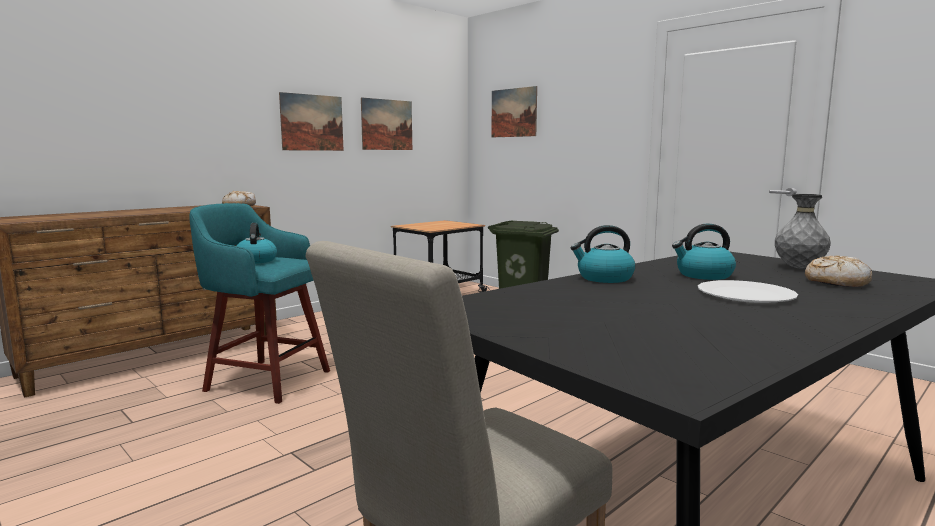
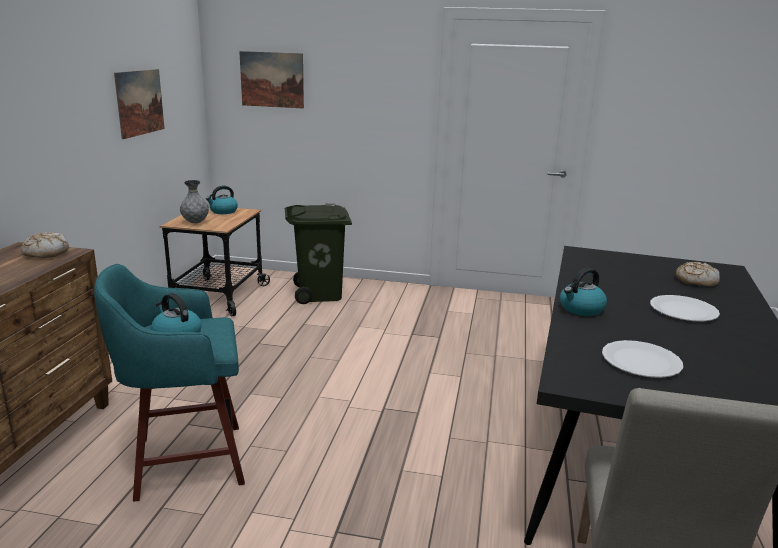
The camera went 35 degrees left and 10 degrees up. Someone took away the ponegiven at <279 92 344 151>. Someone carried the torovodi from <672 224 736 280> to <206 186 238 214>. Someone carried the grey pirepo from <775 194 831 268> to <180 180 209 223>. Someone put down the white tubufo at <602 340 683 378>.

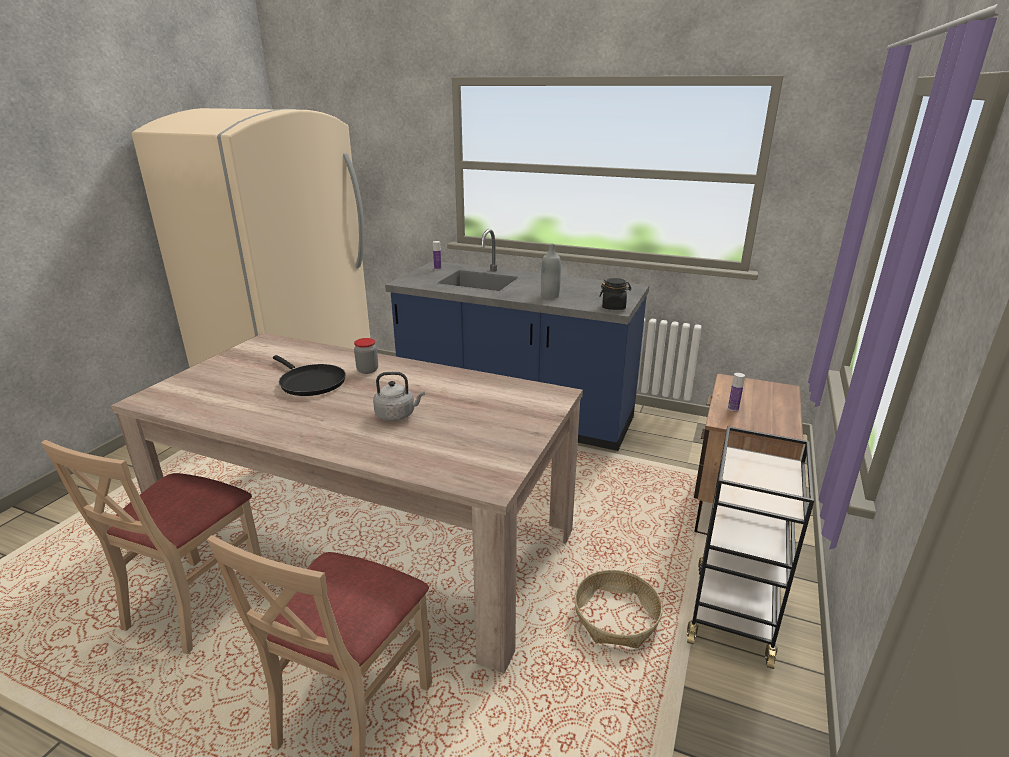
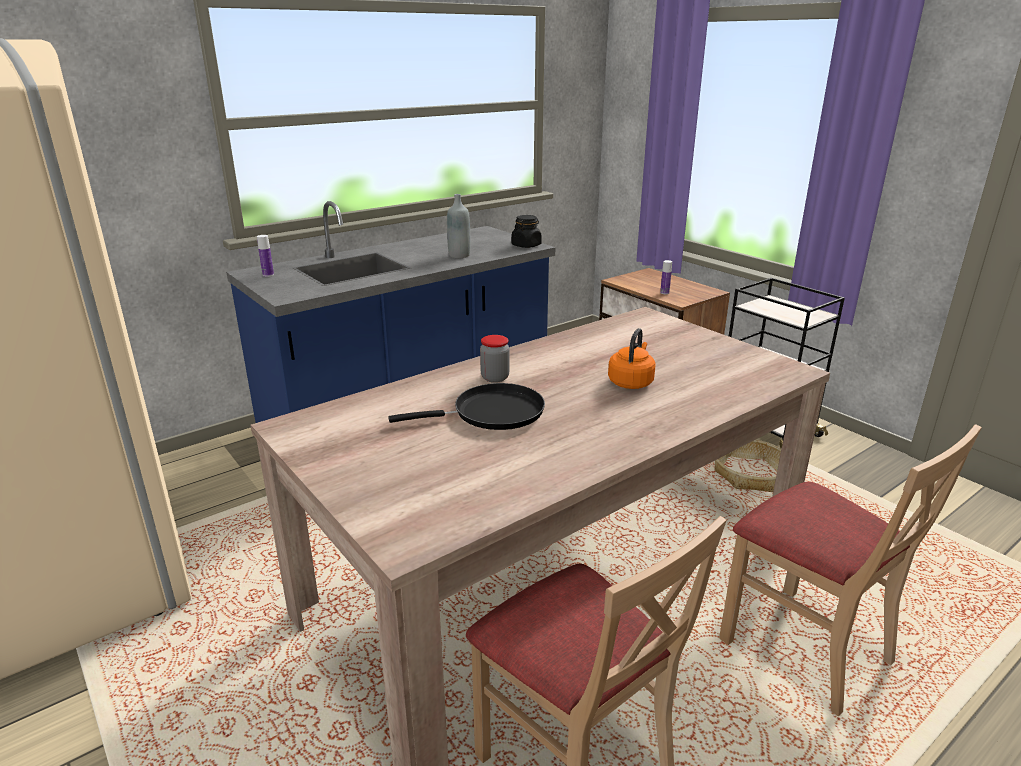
The camera went 60 degrees left and 0 degrees up. Someone repainted the grey torovodi at <373 372 425 421>, which became the orange torovodi at <608 328 656 389>.

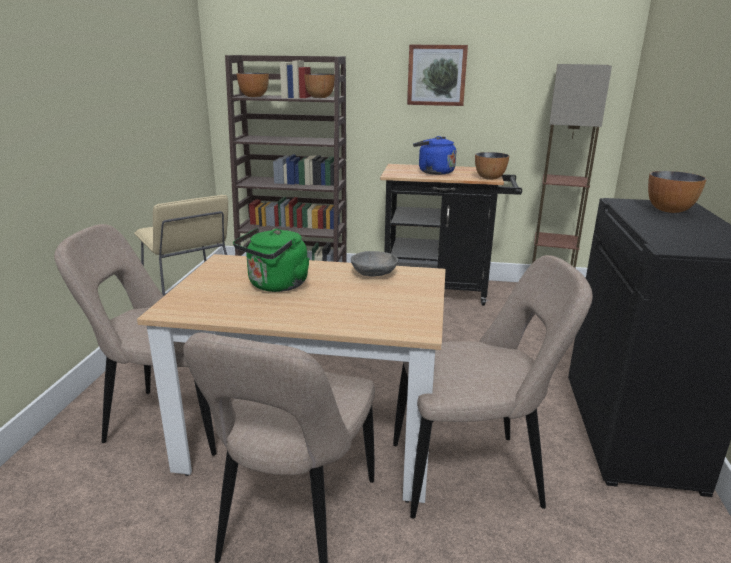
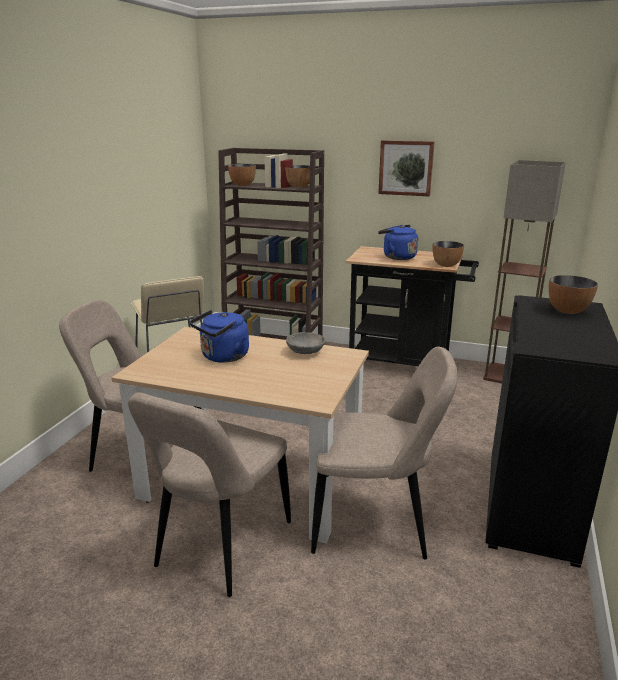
The camera went 10 degrees right and 0 degrees up. Someone repainted the green torovodi at <233 228 310 292>, which became the blue torovodi at <190 310 249 363>.

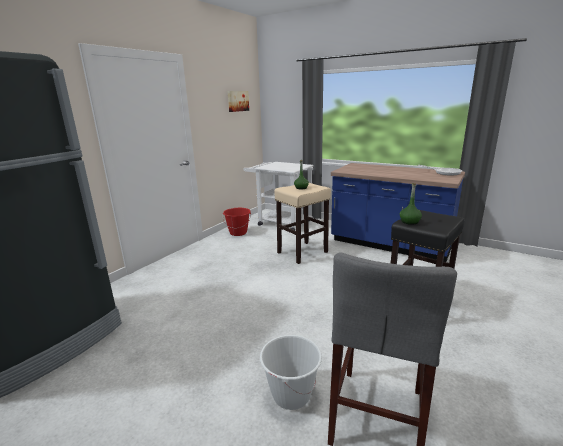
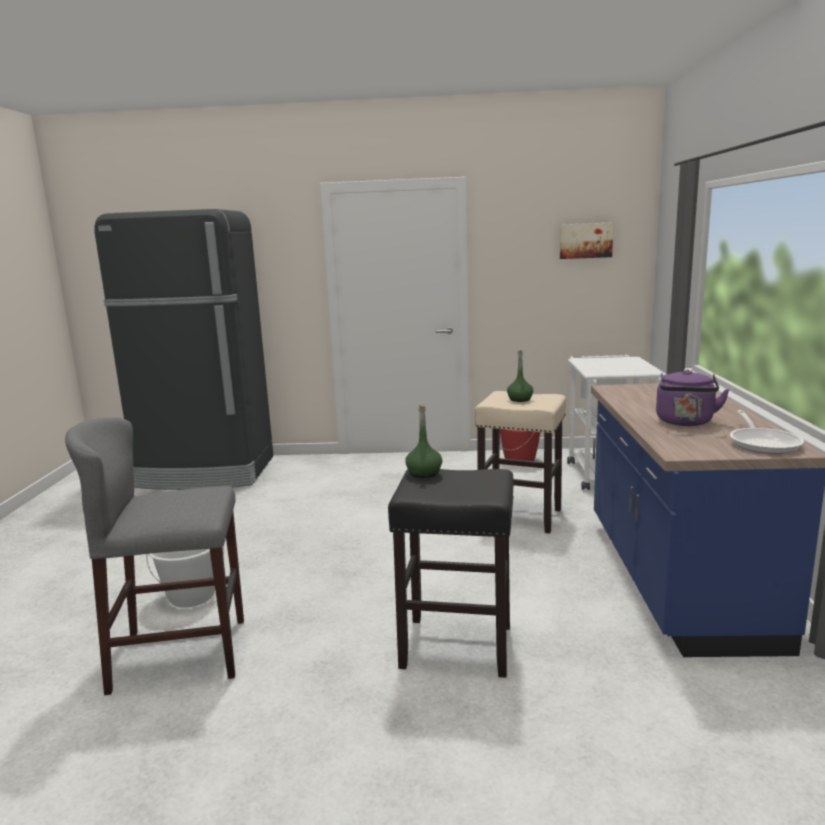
The camera went 60 degrees right and 5 degrees down. Someone put down the purple torovodi at <656 369 730 426>.

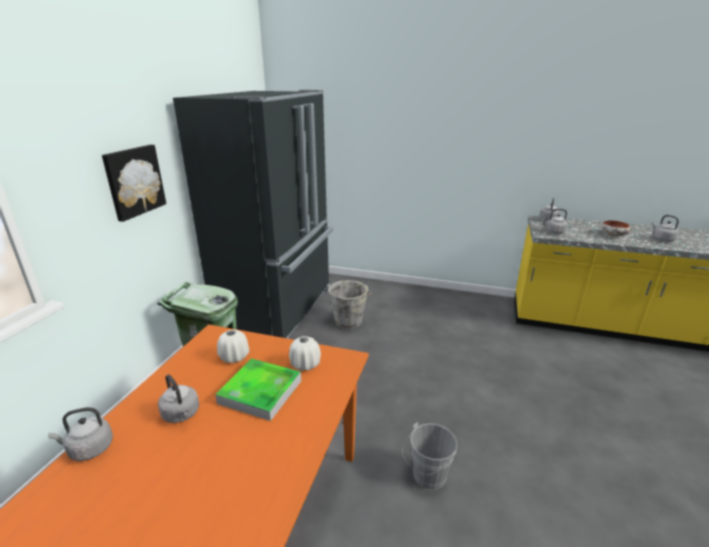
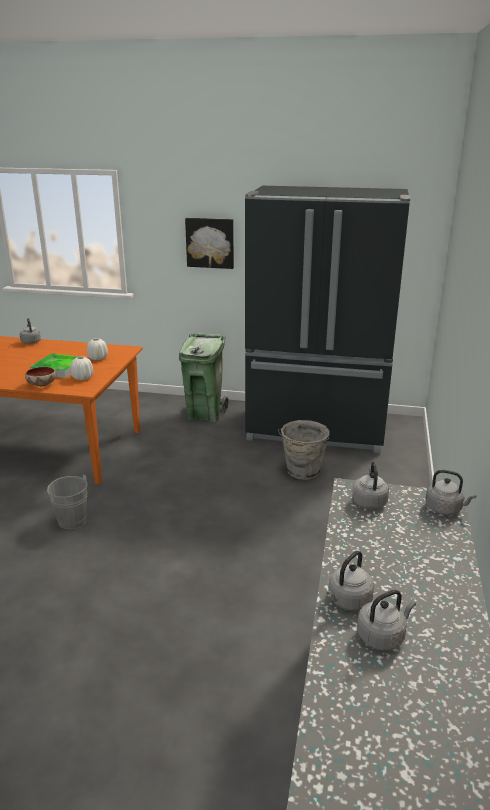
The camera went 85 degrees right and 0 degrees up. Someone carried the grey torovodi from <158 374 199 423> to <326 551 374 610>. Someone carried the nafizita from <602 220 631 237> to <25 367 56 386>.

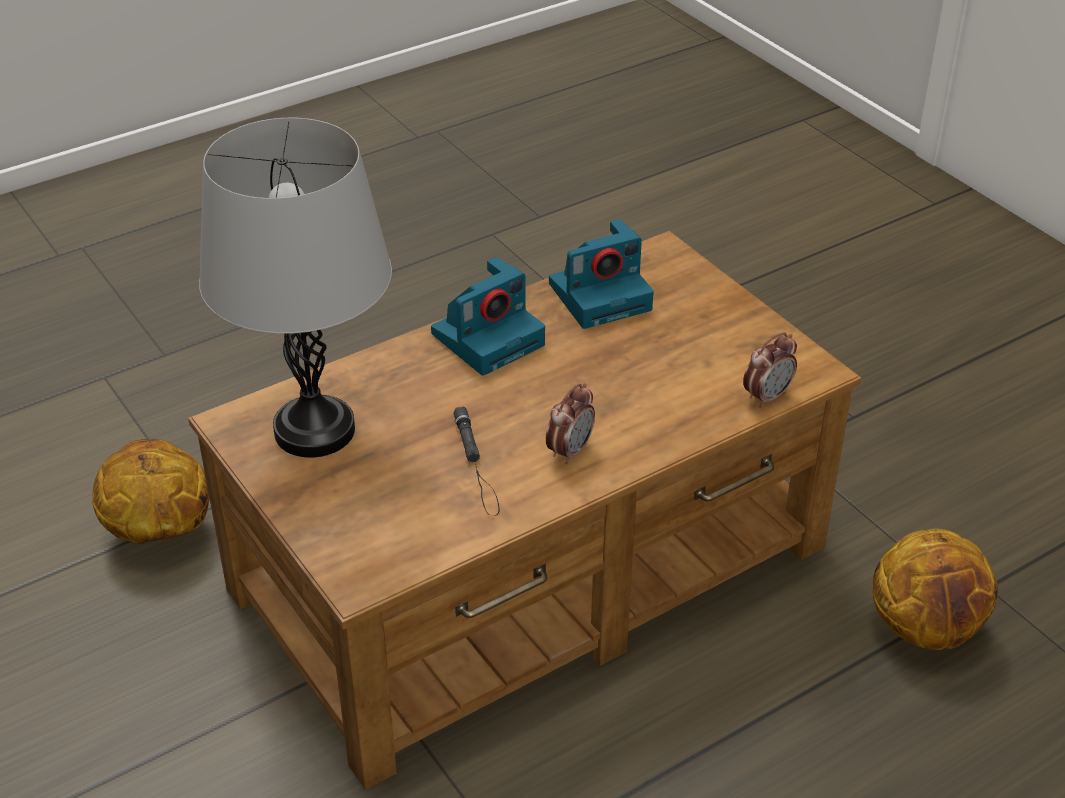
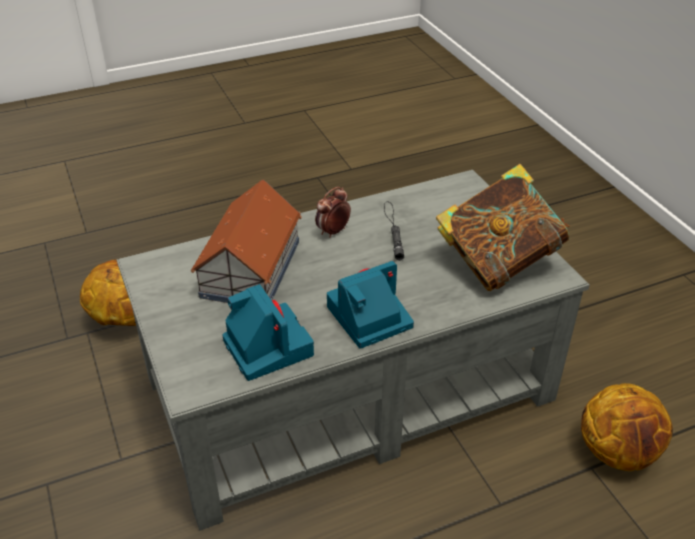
The camera went 170 degrees left and 0 degrees up. Someone repainted the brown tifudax at <188 231 861 790>, which became the grey tifudax at <117 170 590 531>. Someone swapped the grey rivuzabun at <199 118 392 458> for the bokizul at <436 164 570 291>. Someone rotated the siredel at <549 219 654 329> by 75 degrees clockwise. Someone took away the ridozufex at <743 332 797 408>. Someone put down the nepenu at <191 179 302 303>.

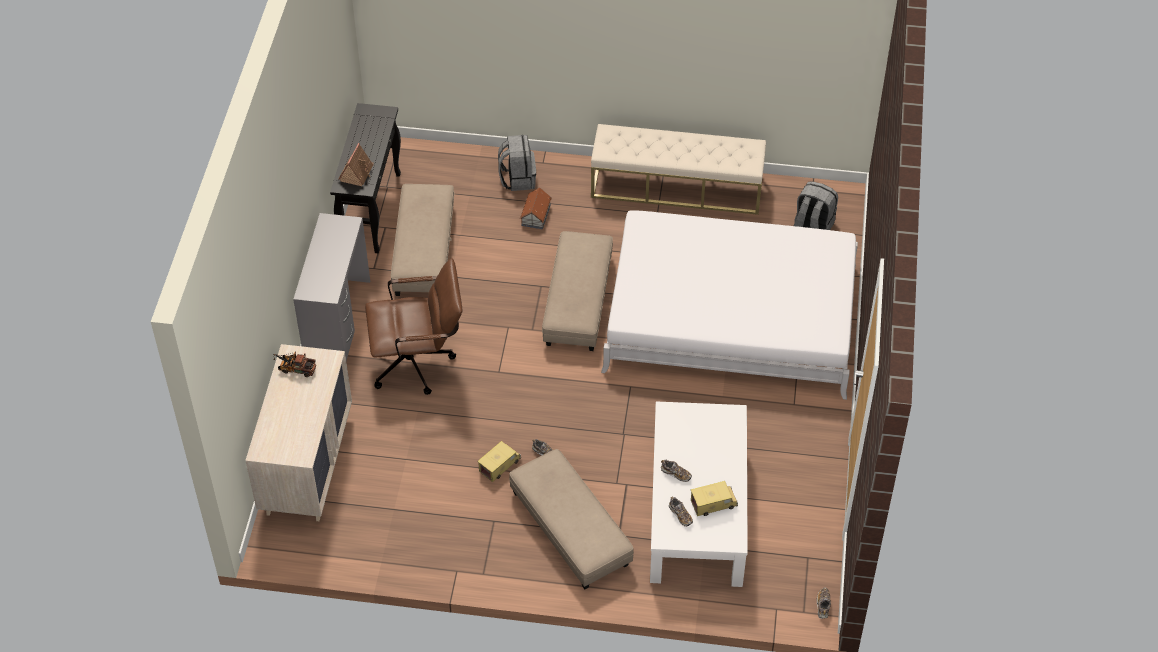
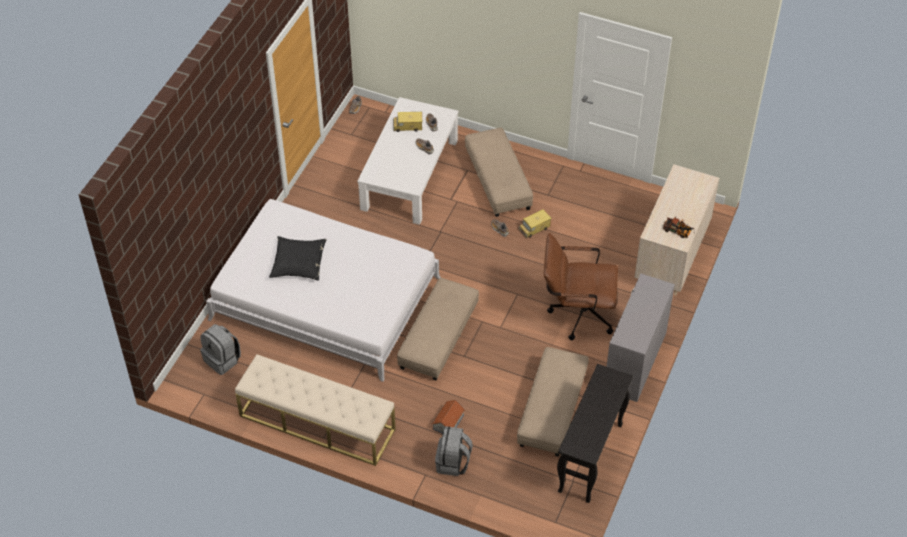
The camera went 165 degrees left and 0 degrees up. Someone took away the nepenu at <339 143 374 186>. Someone put down the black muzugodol at <269 236 326 281>.

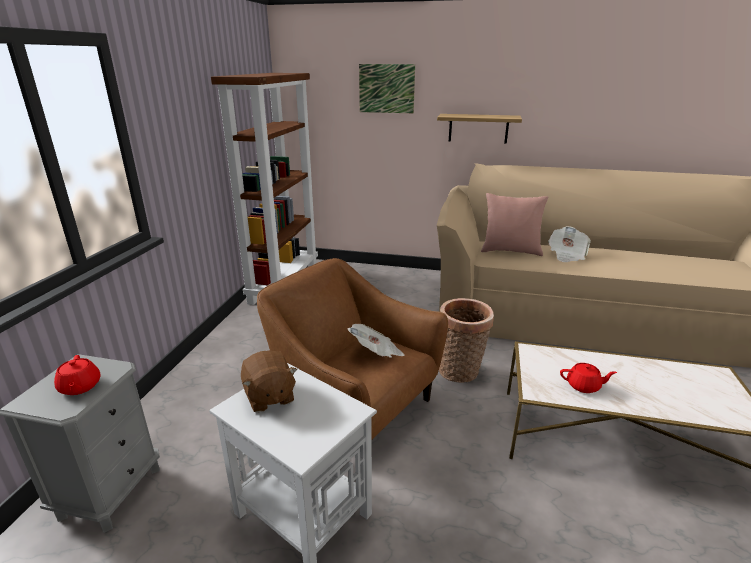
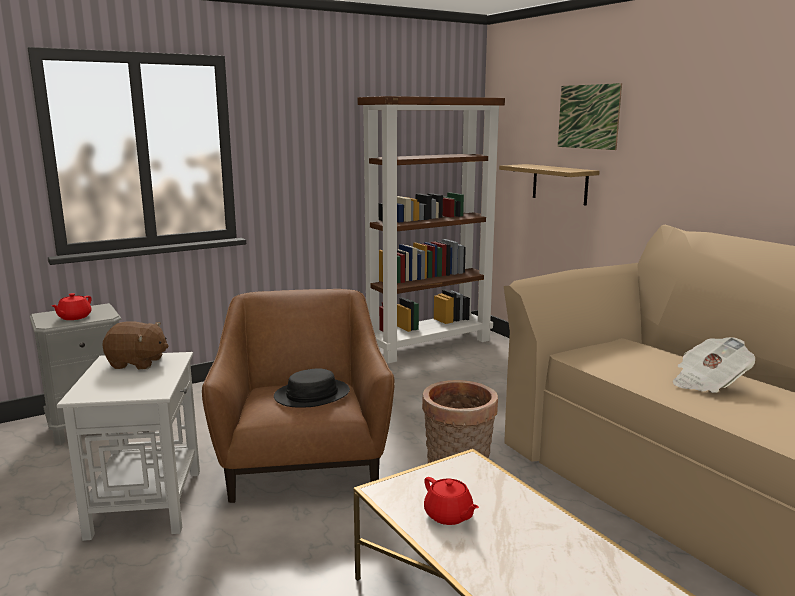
The camera went 45 degrees right and 10 degrees down. Someone rotated the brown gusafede at <241 350 297 412> by 105 degrees counterclockwise. Someone swapped the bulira at <347 324 405 358> for the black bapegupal at <274 368 350 407>. Someone carried the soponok from <437 114 522 144> to <499 164 600 206>. Someone took away the pink muzugodol at <481 193 548 256>.

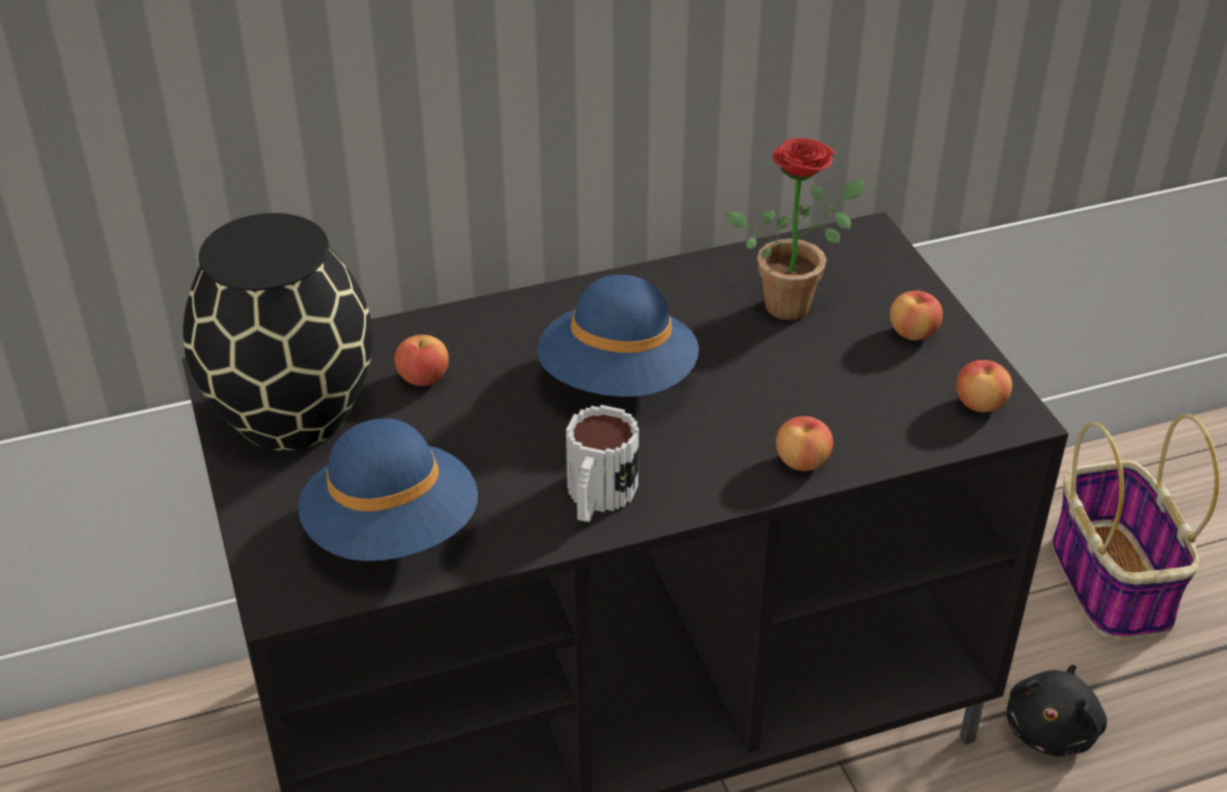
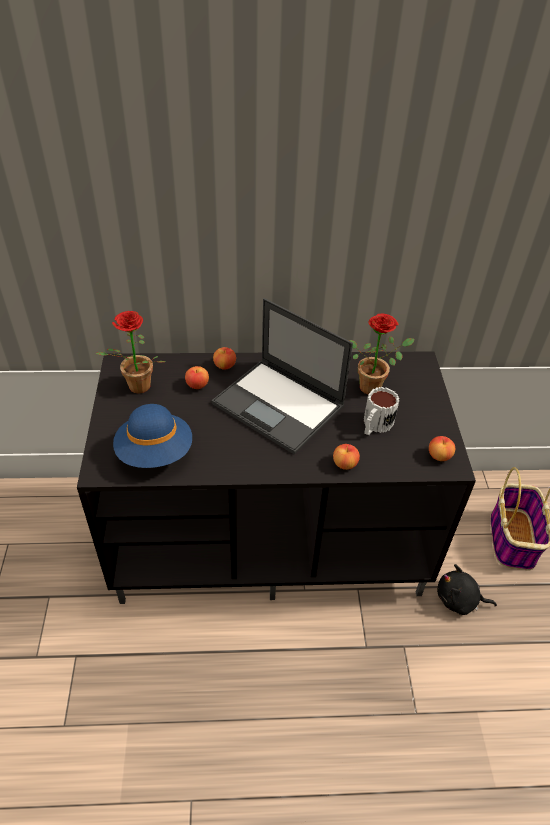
The camera went 15 degrees right and 5 degrees up. Someone swapped the black pirepo at <183 213 373 451> for the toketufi at <95 311 165 394>. Someone swapped the blue bapegupal at <537 275 699 397> for the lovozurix at <212 298 353 454>. Someone carried the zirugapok from <566 405 639 522> to <364 387 399 435>. Someone carried the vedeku from <890 290 943 340> to <213 347 236 370>. Someone rotated the black gusafede at <1006 665 1107 756> by 60 degrees clockwise.

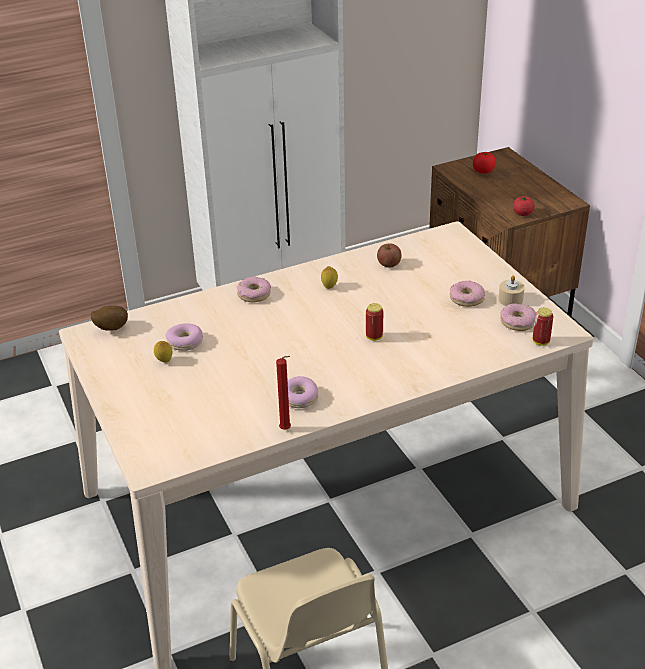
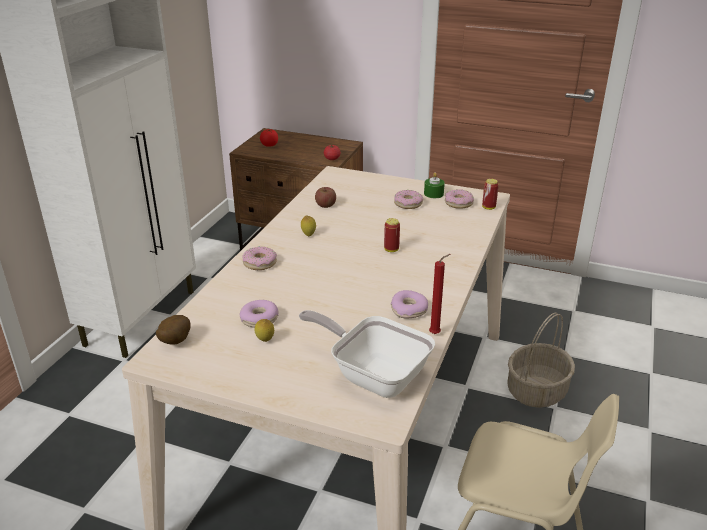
The camera went 45 degrees left and 5 degrees down. Someone repainted the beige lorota at <498 275 525 306>, which became the green lorota at <424 172 445 198>. Someone put down the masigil at <299 310 435 398>. Someone put down the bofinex at <507 313 575 408>.

